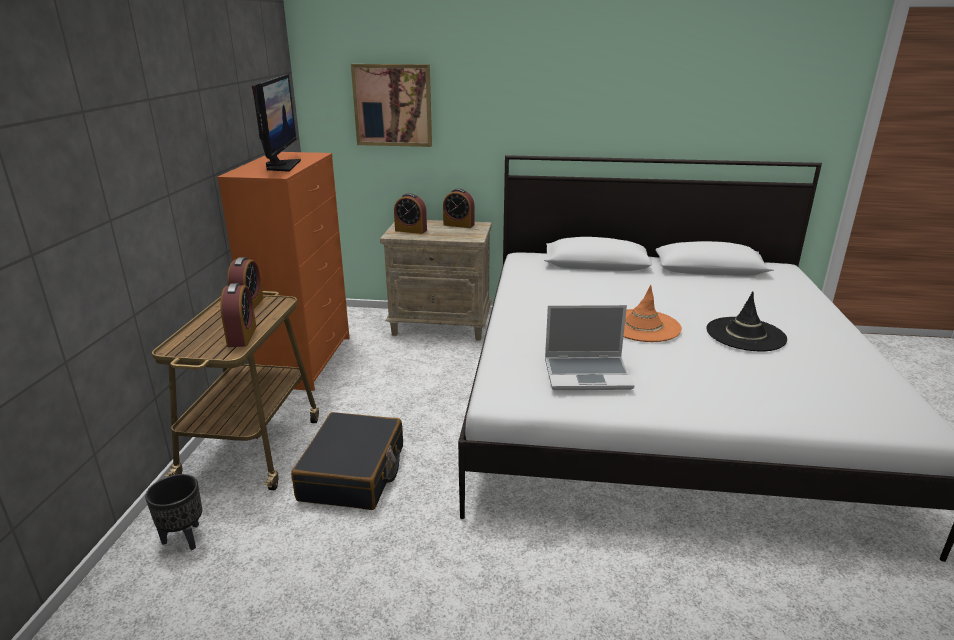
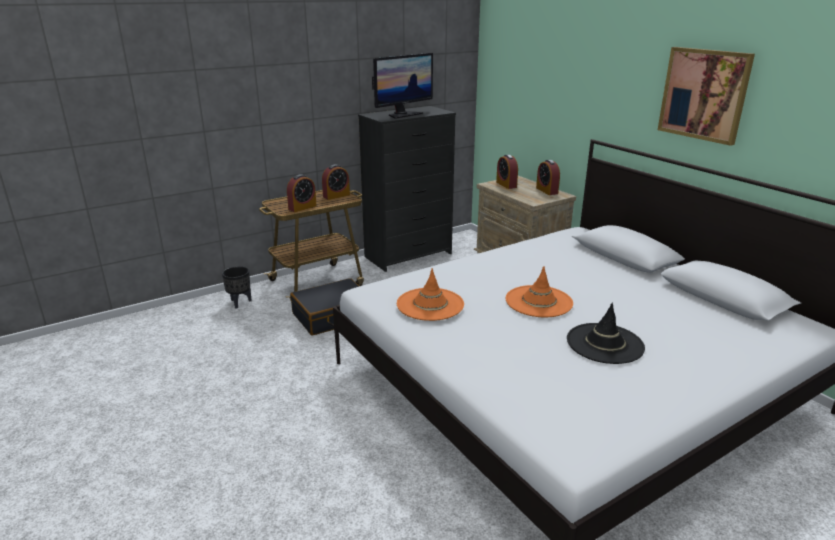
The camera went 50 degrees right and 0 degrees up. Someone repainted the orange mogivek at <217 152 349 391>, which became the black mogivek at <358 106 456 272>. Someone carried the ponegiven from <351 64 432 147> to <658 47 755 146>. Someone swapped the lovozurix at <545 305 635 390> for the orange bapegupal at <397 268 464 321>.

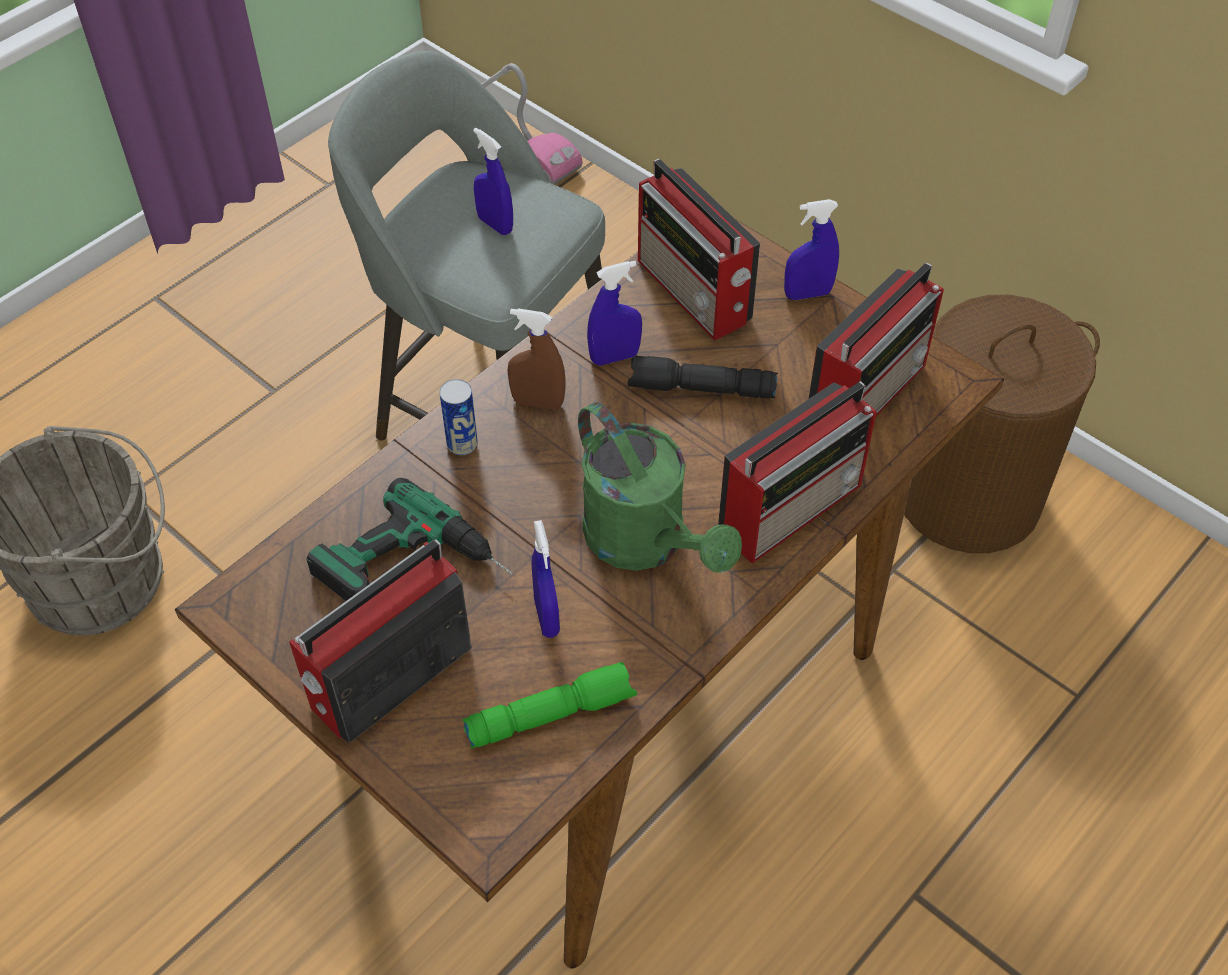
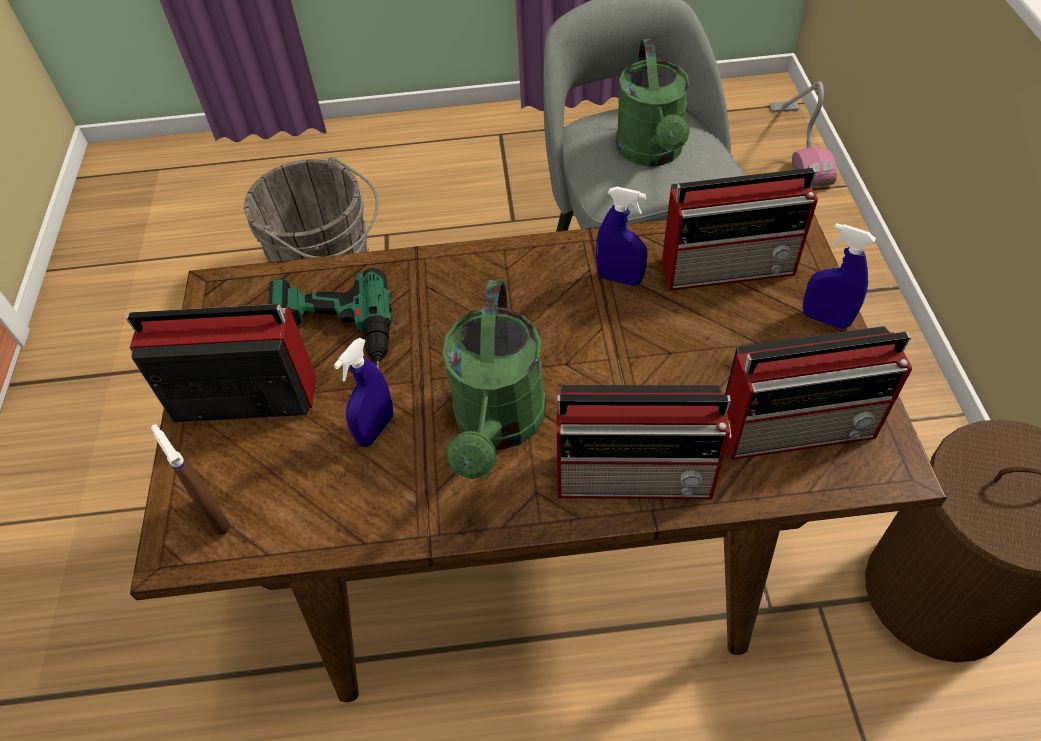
The camera went 45 degrees right and 0 degrees up. Someone took away the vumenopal at <439 379 478 455>. Someone took away the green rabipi at <462 662 637 748>. Someone swapped the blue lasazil at <473 128 513 235> for the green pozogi at <616 39 690 167>. Someone carried the brown lasazil from <507 308 566 409> to <151 424 231 535>. Someone took away the black rabipi at <628 356 778 399>. Someone rotated the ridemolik at <638 159 760 341> by 105 degrees counterclockwise.

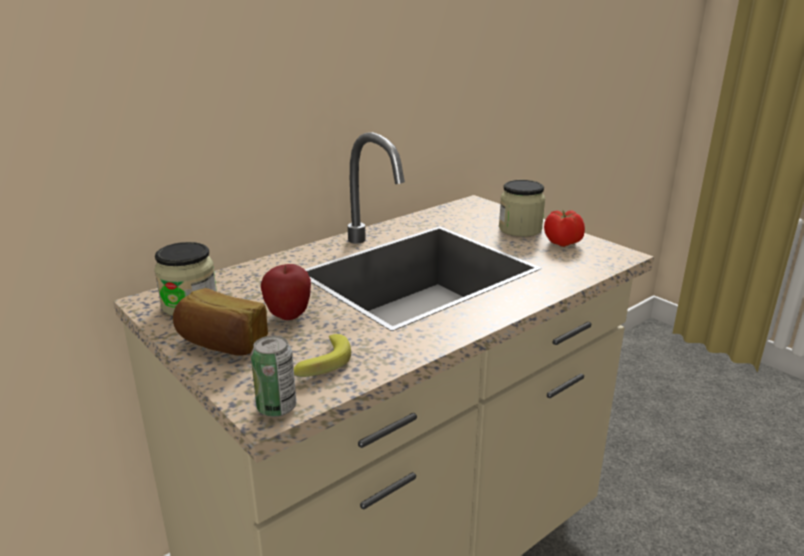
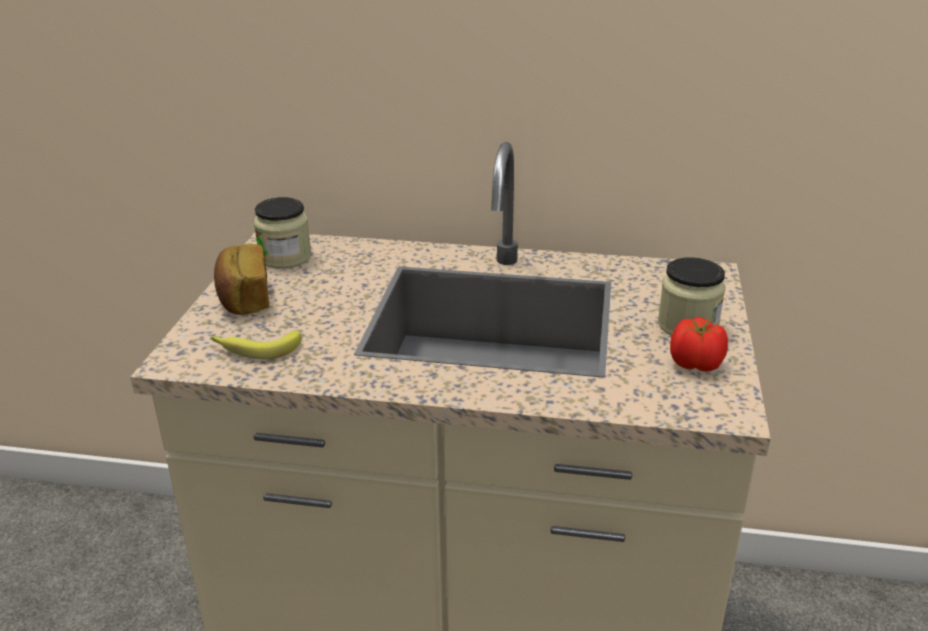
The camera went 50 degrees right and 5 degrees up. Someone took away the vumenopal at <251 335 296 417>. Someone took away the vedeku at <261 264 311 320>.

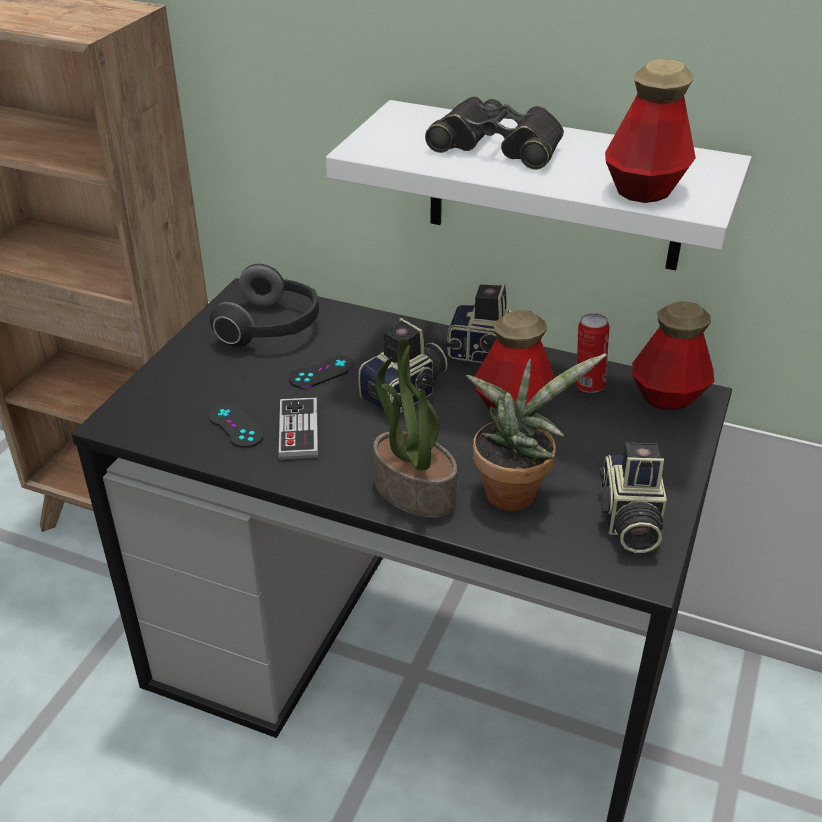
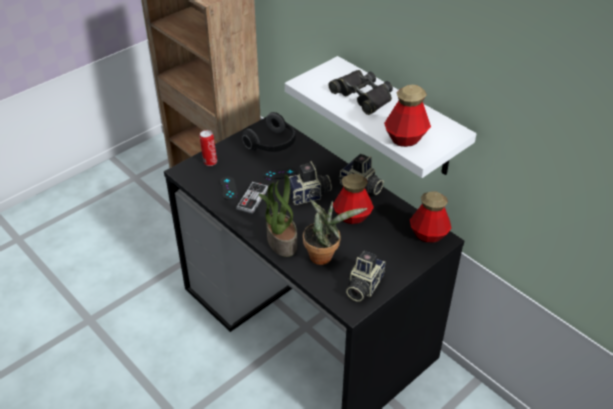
The camera went 25 degrees right and 5 degrees up. Someone carried the vumenopal from <576 313 609 393> to <199 130 217 166>.

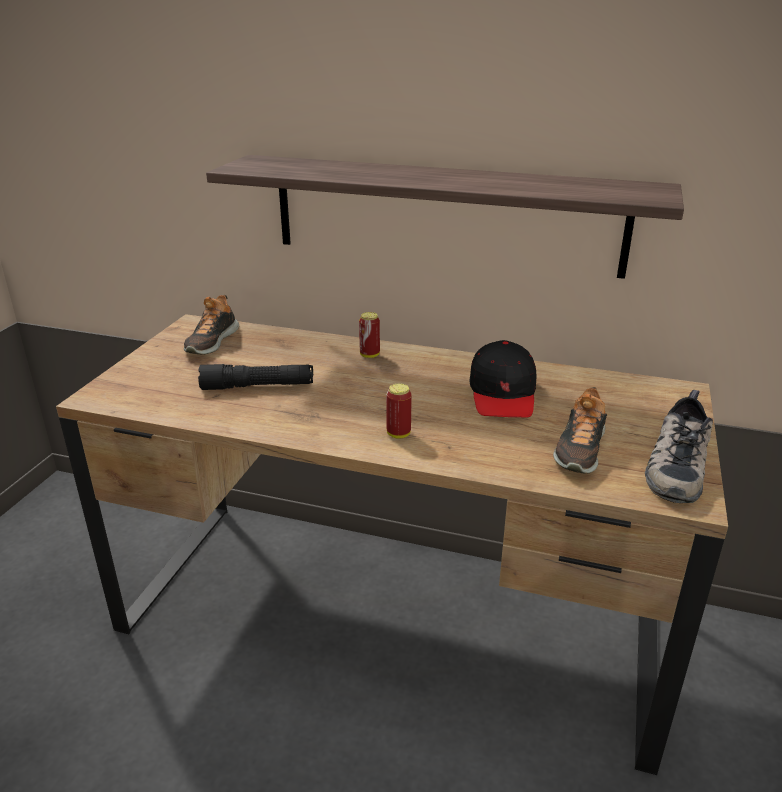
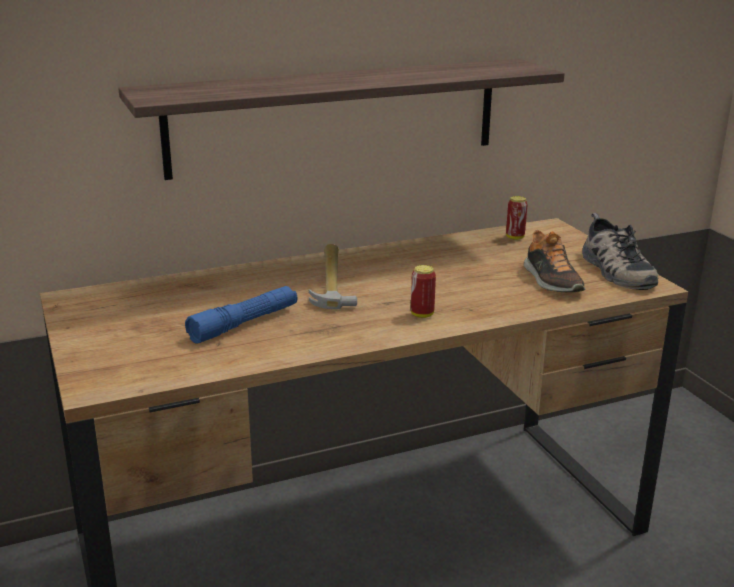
The camera went 40 degrees left and 5 degrees down. Someone took away the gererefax at <184 295 239 354>. Someone repainted the black rabipi at <198 364 313 390>, which became the blue rabipi at <185 286 297 344>. Someone carried the vumenopal from <359 312 380 358> to <506 196 528 240>. Someone took away the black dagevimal at <469 340 537 418>. Someone put down the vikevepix at <309 244 357 309>.

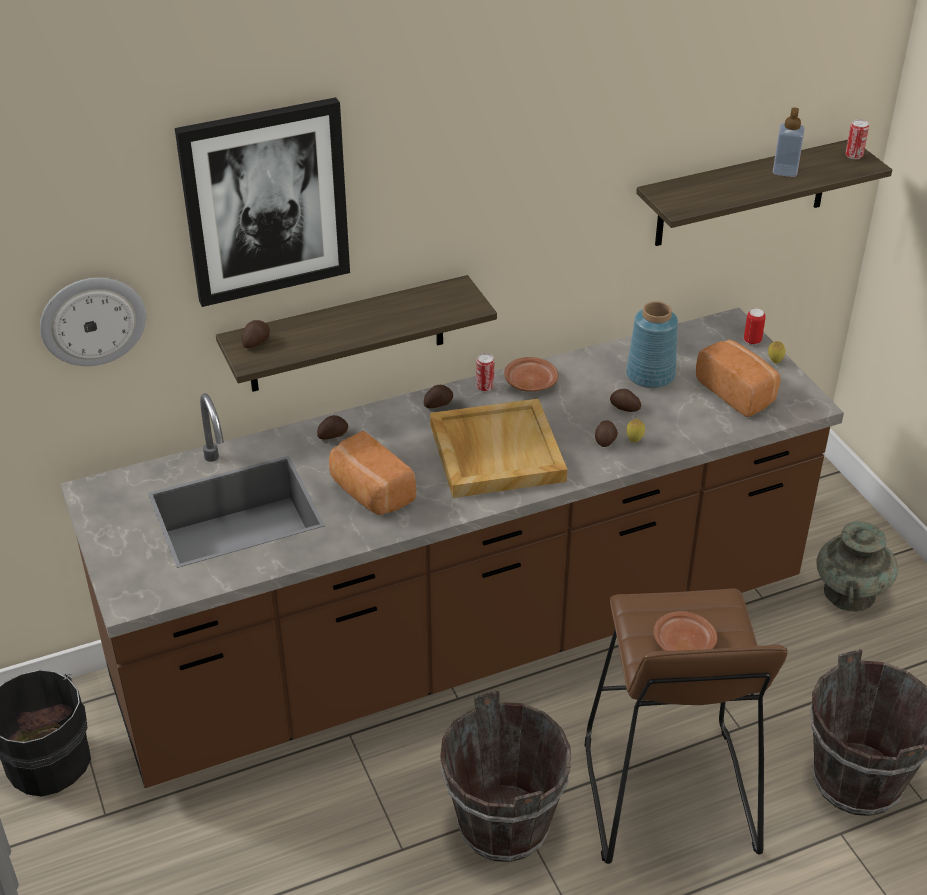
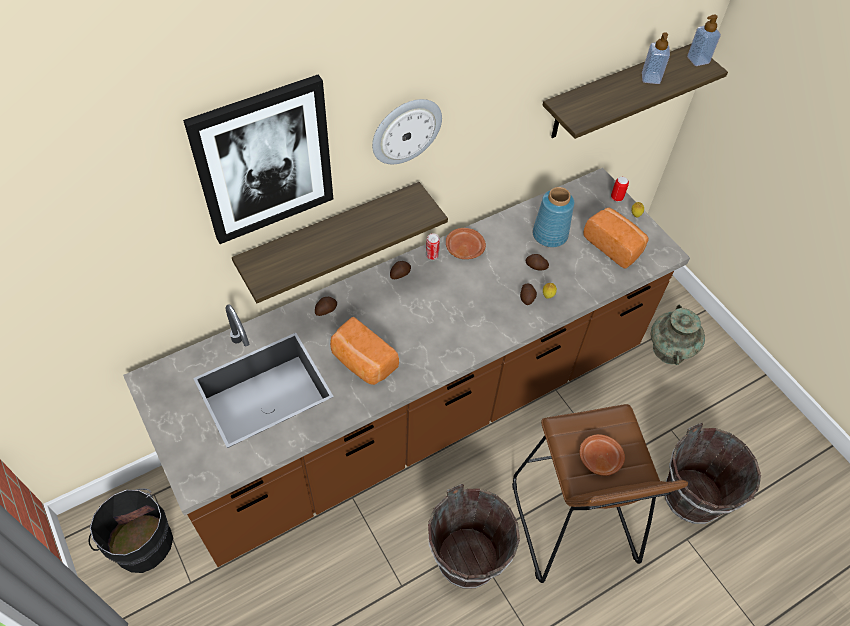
The camera went 10 degrees left and 15 degrees up. Someone carried the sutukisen from <40 278 146 366> to <372 99 442 164>. Someone took away the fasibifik at <241 320 270 348>. Someone took away the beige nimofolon at <430 399 567 498>. Someone swapped the vumenopal at <845 119 869 160> for the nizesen at <687 15 721 66>.

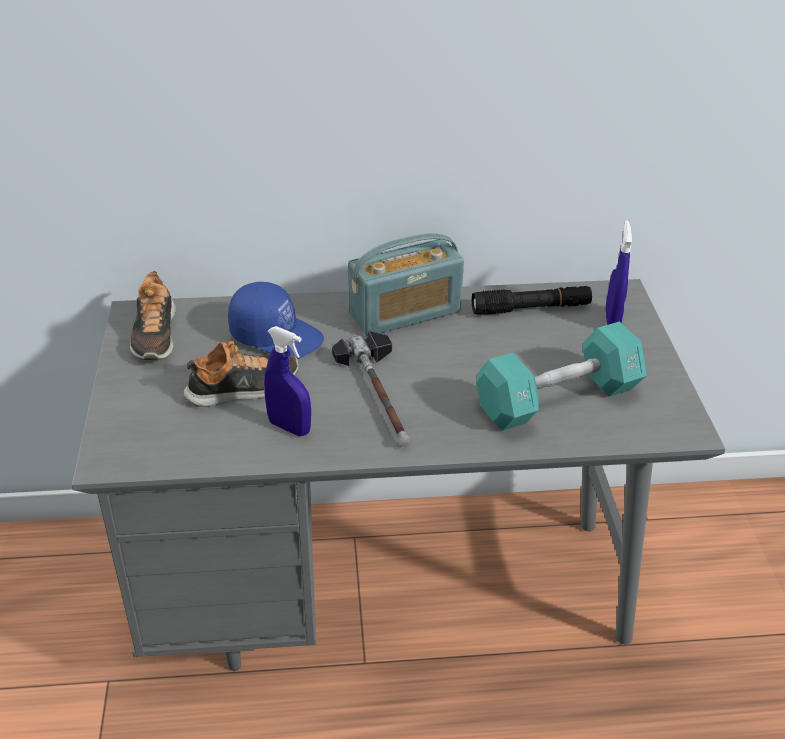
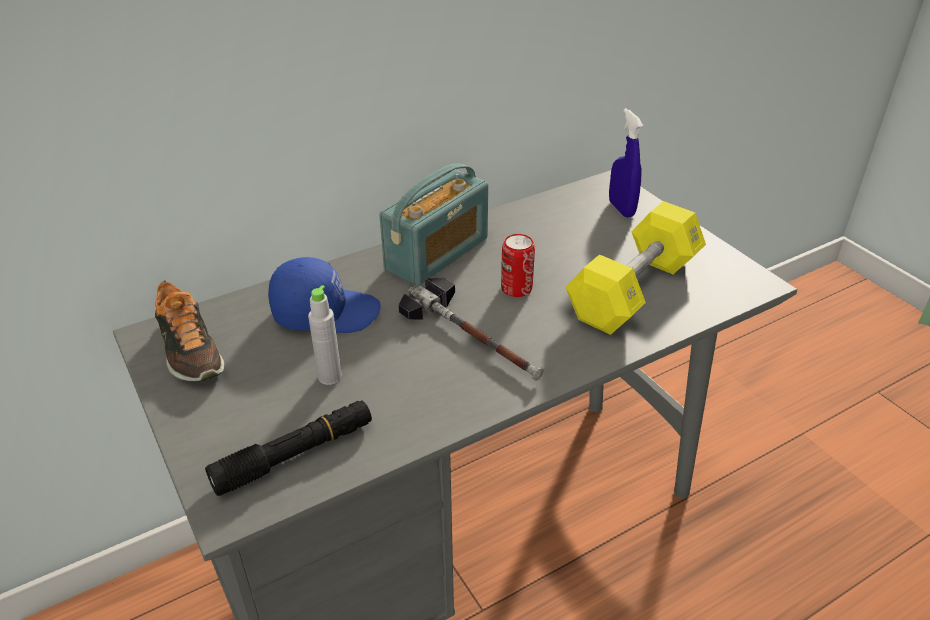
The camera went 25 degrees left and 0 degrees up. Someone swapped the gererefax at <184 341 299 407> for the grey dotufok at <308 285 342 385>. Someone took away the blue lasazil at <264 326 311 436>. Someone carried the black rabipi from <472 286 592 315> to <205 400 372 496>. Someone repainted the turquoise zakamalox at <476 321 647 431>, which became the yellow zakamalox at <565 201 706 335>. Someone put down the vumenopal at <501 234 535 297>.

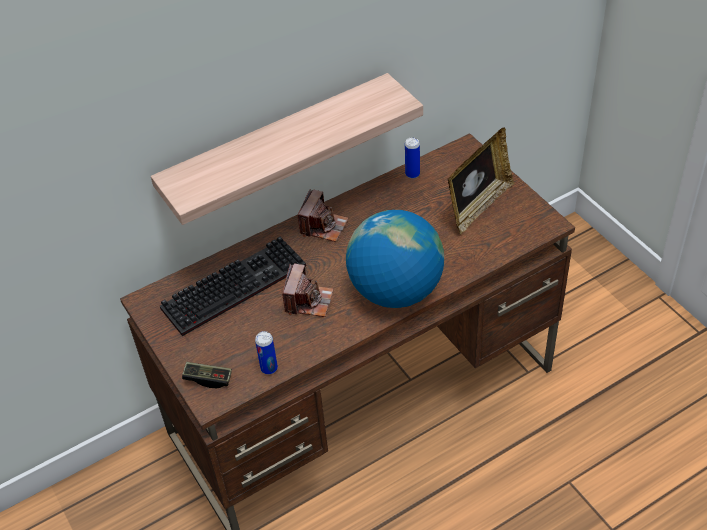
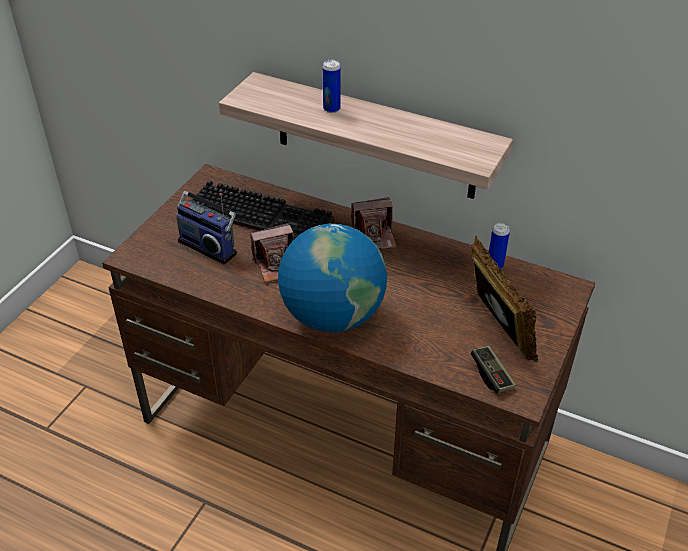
The camera went 55 degrees right and 5 degrees down. Someone carried the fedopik from <182 362 232 388> to <471 346 516 394>. Someone carried the vumenopal from <255 331 278 375> to <323 60 341 113>. Someone rotated the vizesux at <447 127 514 234> by 120 degrees counterclockwise. Someone put down the ridemolik at <176 191 237 265>.

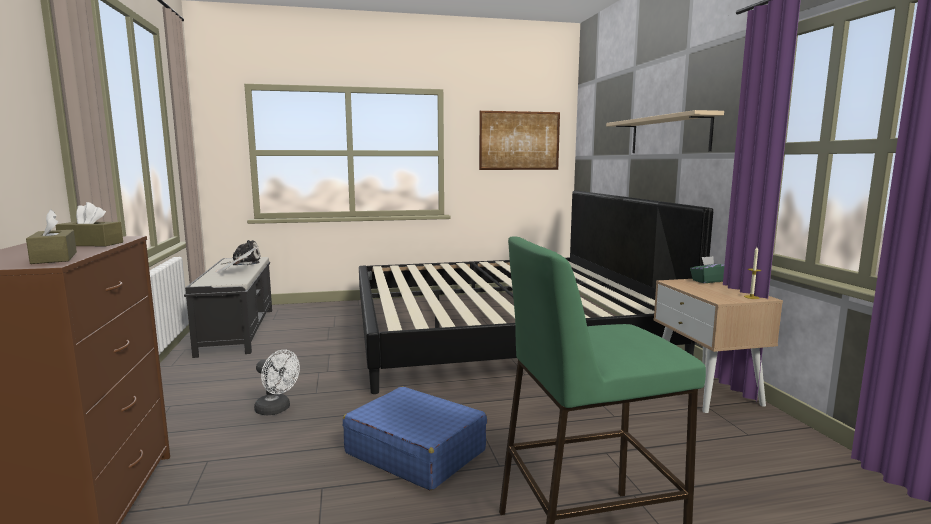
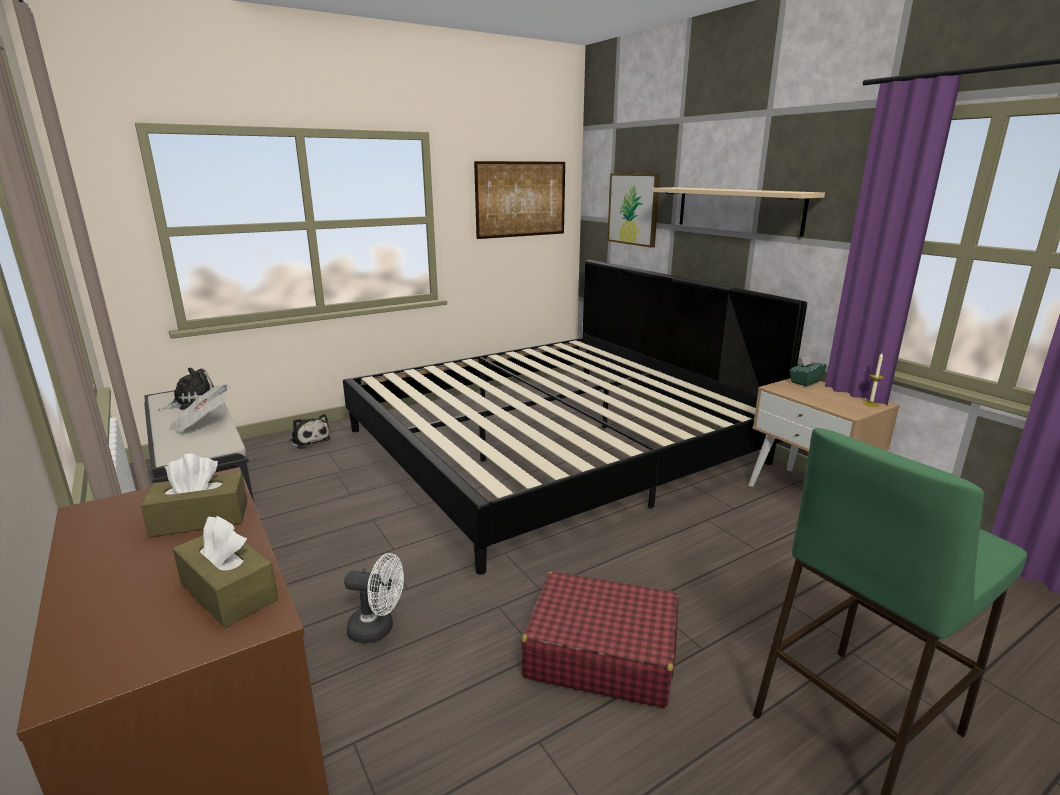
The camera went 20 degrees left and 10 degrees up. Someone repainted the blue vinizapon at <343 387 487 490>, which became the red vinizapon at <521 572 678 708>. Someone put down the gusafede at <289 414 331 449>. Someone put up the ponegiven at <607 173 660 248>.

